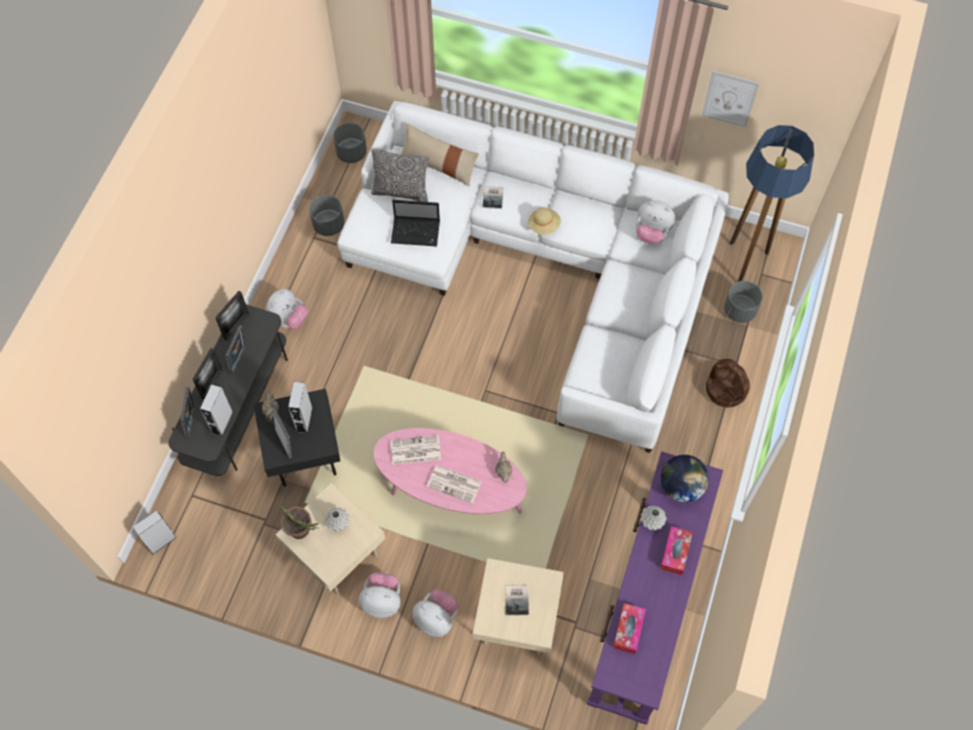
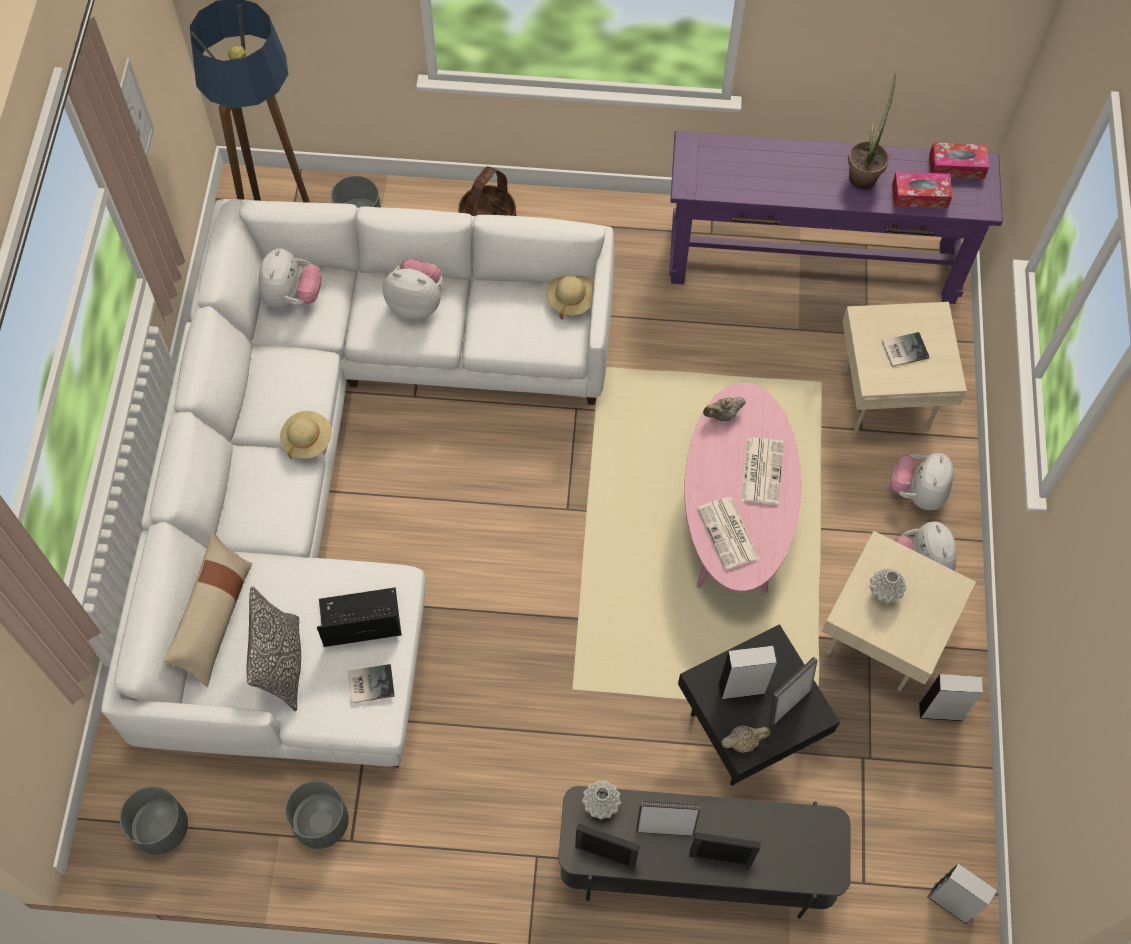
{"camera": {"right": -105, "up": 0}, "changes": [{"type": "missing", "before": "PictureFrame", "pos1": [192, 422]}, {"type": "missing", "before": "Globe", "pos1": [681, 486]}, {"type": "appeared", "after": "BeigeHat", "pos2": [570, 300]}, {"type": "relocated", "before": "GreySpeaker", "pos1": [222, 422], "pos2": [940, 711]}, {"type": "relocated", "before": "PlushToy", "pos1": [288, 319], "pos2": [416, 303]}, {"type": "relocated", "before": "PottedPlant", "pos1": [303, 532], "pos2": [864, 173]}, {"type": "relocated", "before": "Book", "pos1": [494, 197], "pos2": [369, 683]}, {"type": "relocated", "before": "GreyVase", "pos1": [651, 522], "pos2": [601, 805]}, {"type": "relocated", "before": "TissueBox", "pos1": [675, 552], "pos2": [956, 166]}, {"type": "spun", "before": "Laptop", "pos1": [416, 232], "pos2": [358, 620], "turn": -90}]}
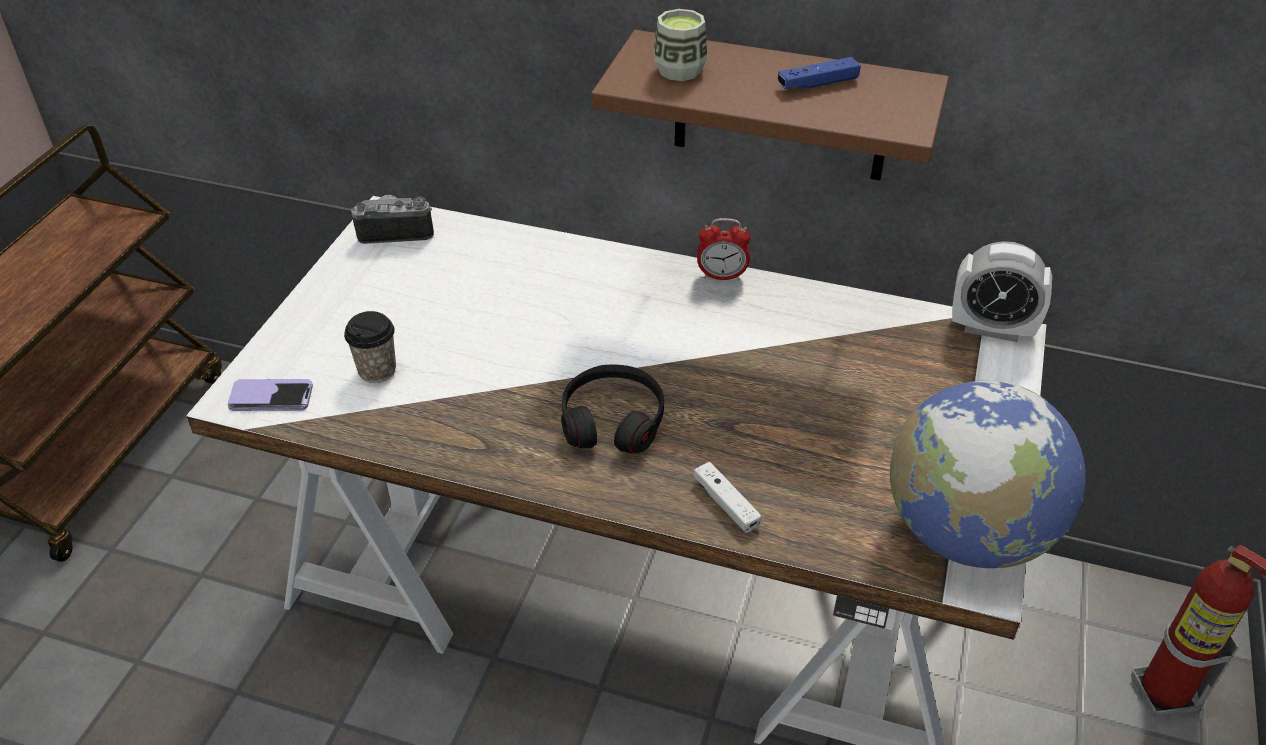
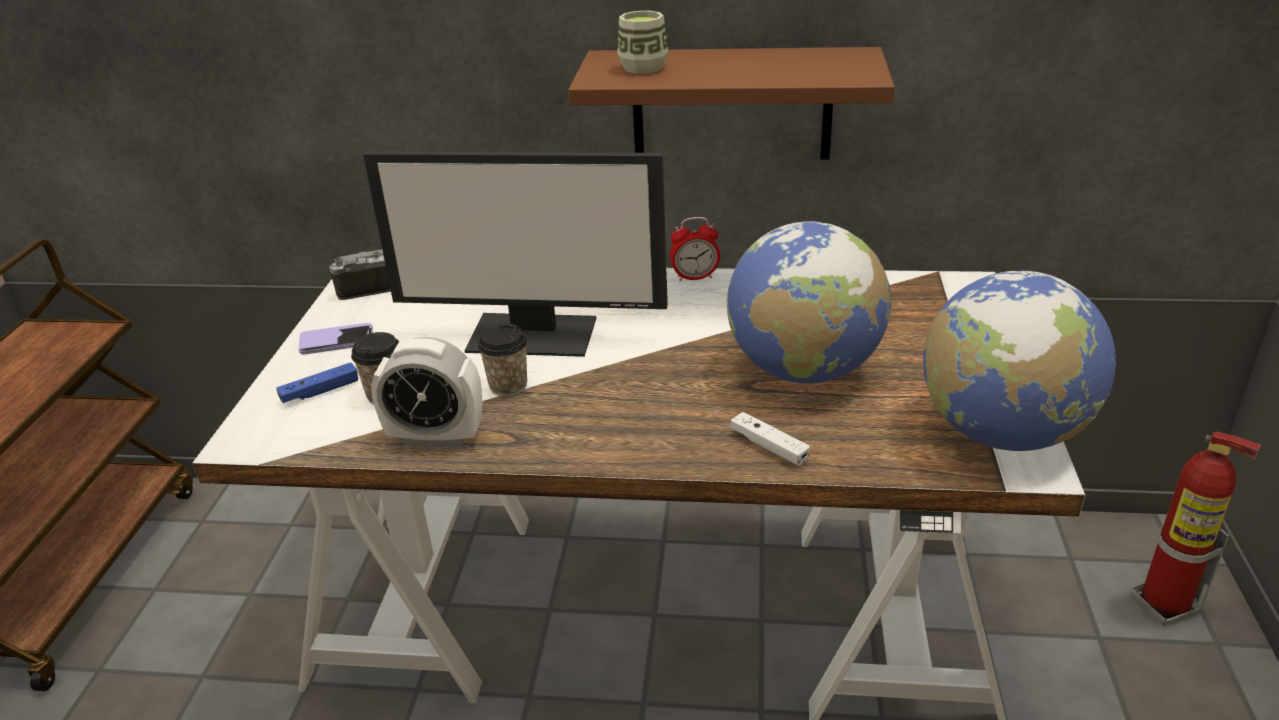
{"camera": {"right": -10, "up": -10}, "changes": [{"type": "missing", "before": "BlackHeadphones", "pos1": [612, 420]}, {"type": "appeared", "after": "Monitor", "pos2": [534, 333]}, {"type": "appeared", "after": "Cup", "pos2": [508, 386]}, {"type": "appeared", "after": "Globe", "pos2": [804, 370]}, {"type": "relocated", "before": "Phone", "pos1": [271, 397], "pos2": [336, 341]}, {"type": "relocated", "before": "BlueGameController", "pos1": [817, 84], "pos2": [320, 391]}, {"type": "relocated", "before": "AlarmClock", "pos1": [991, 328], "pos2": [436, 437]}]}
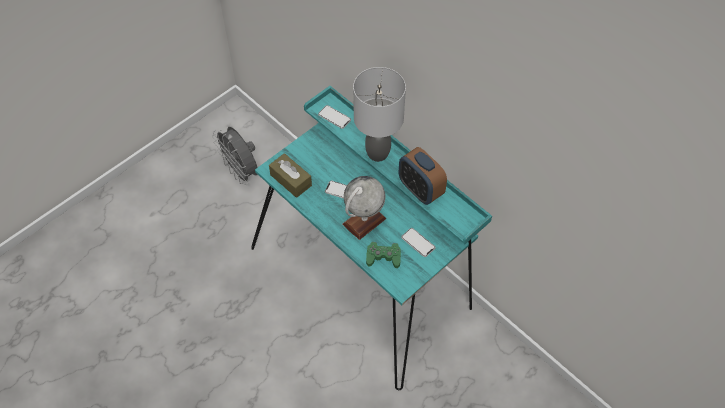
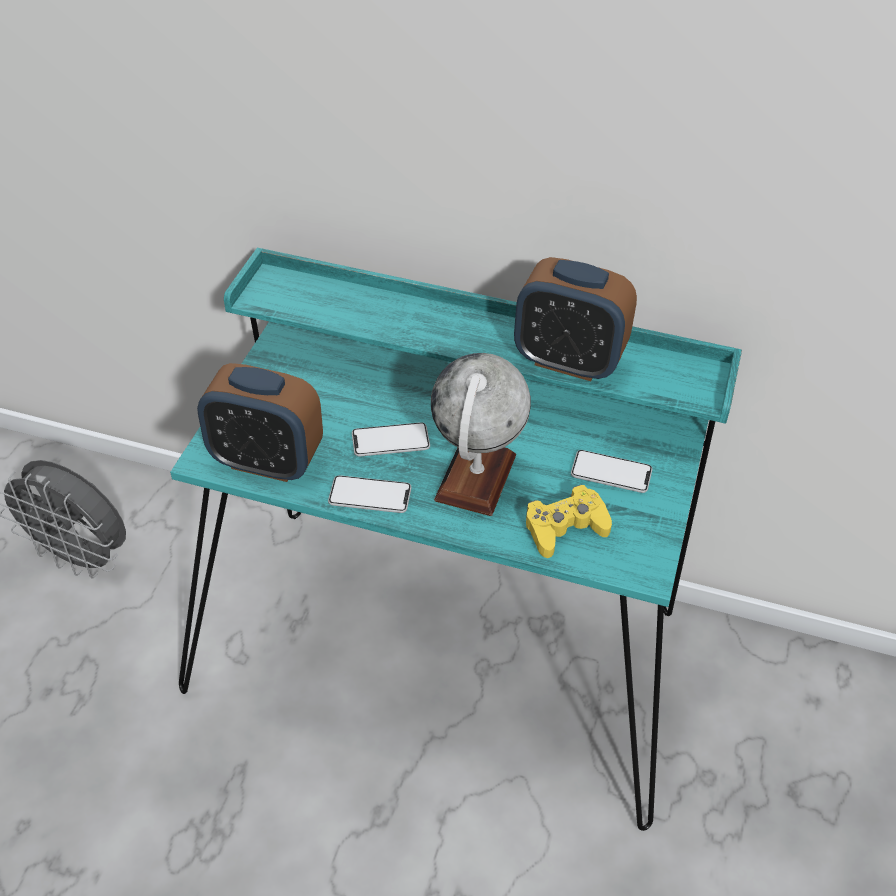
{"camera": {"right": -30, "up": -10}, "changes": [{"type": "missing", "before": "GreyTableLamp", "pos1": [377, 153]}, {"type": "relocated", "before": "Phone", "pos1": [334, 117], "pos2": [370, 495]}, {"type": "exchanged", "before": "BrownTissueBox", "after": "AlarmClock", "pos1": [291, 180], "pos2": [266, 461]}, {"type": "colour", "before": "GreenGameController", "after": "YellowGameController", "pos1": [383, 257], "pos2": [565, 527]}]}
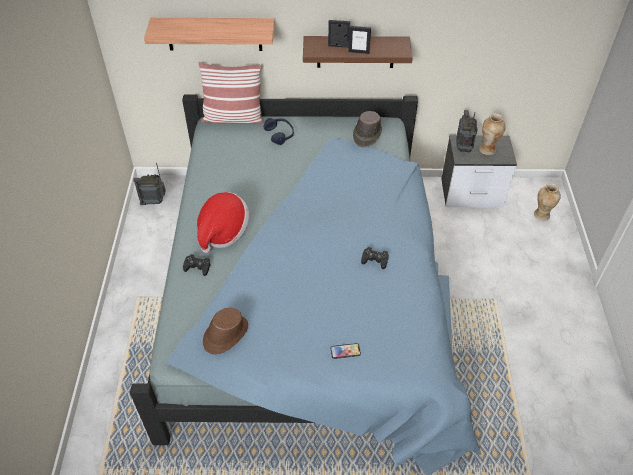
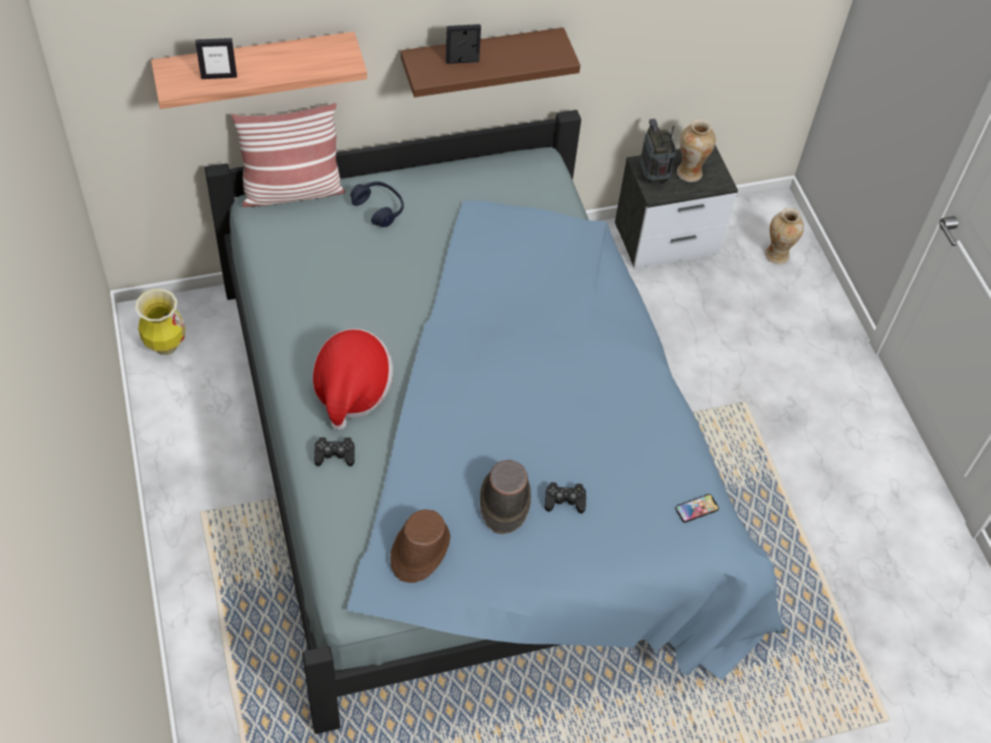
{"camera": {"right": -20, "up": 5}, "changes": [{"type": "relocated", "before": "Phone", "pos1": [345, 351], "pos2": [696, 508]}, {"type": "relocated", "before": "PictureFrame", "pos1": [358, 52], "pos2": [219, 76]}, {"type": "relocated", "before": "BrownHat", "pos1": [366, 135], "pos2": [504, 502]}, {"type": "relocated", "before": "BlackGameController", "pos1": [375, 260], "pos2": [564, 500]}, {"type": "exchanged", "before": "Radio", "after": "Vase", "pos1": [154, 202], "pos2": [165, 345]}]}
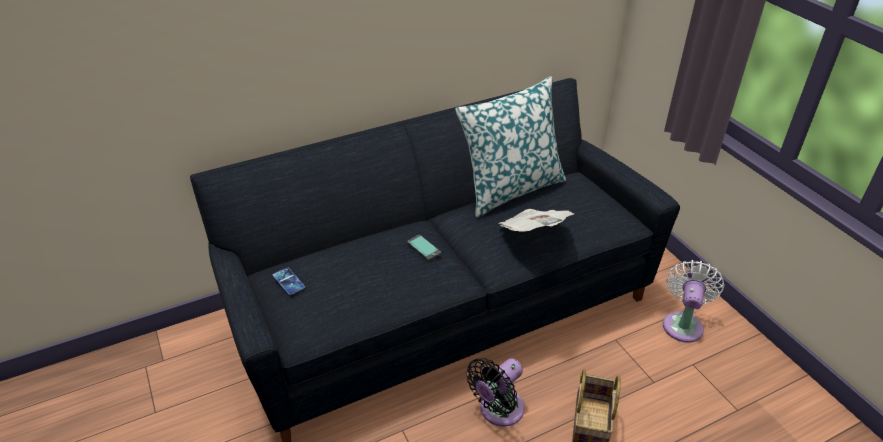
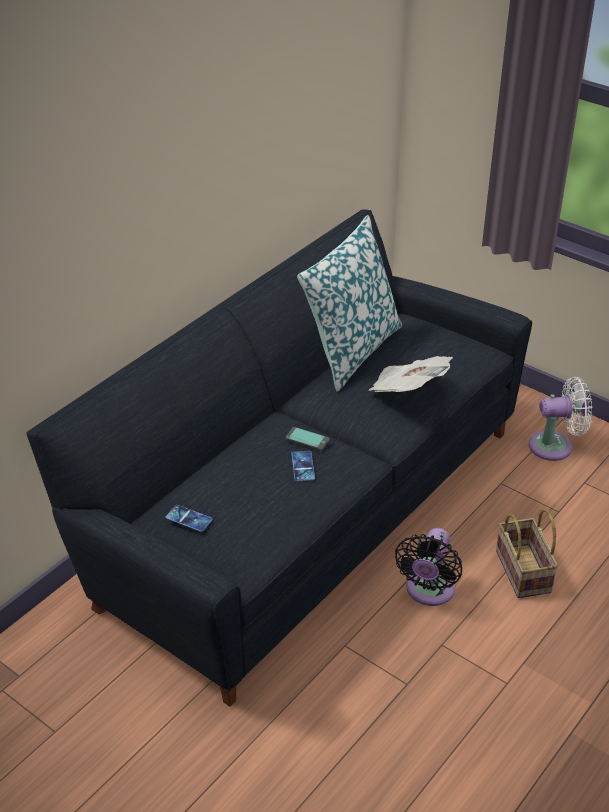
{"camera": {"right": -25, "up": 0}, "changes": [{"type": "appeared", "after": "Phone", "pos2": [303, 466]}, {"type": "spun", "before": "WhiteFan", "pos1": [683, 324], "pos2": [555, 446], "turn": 90}]}
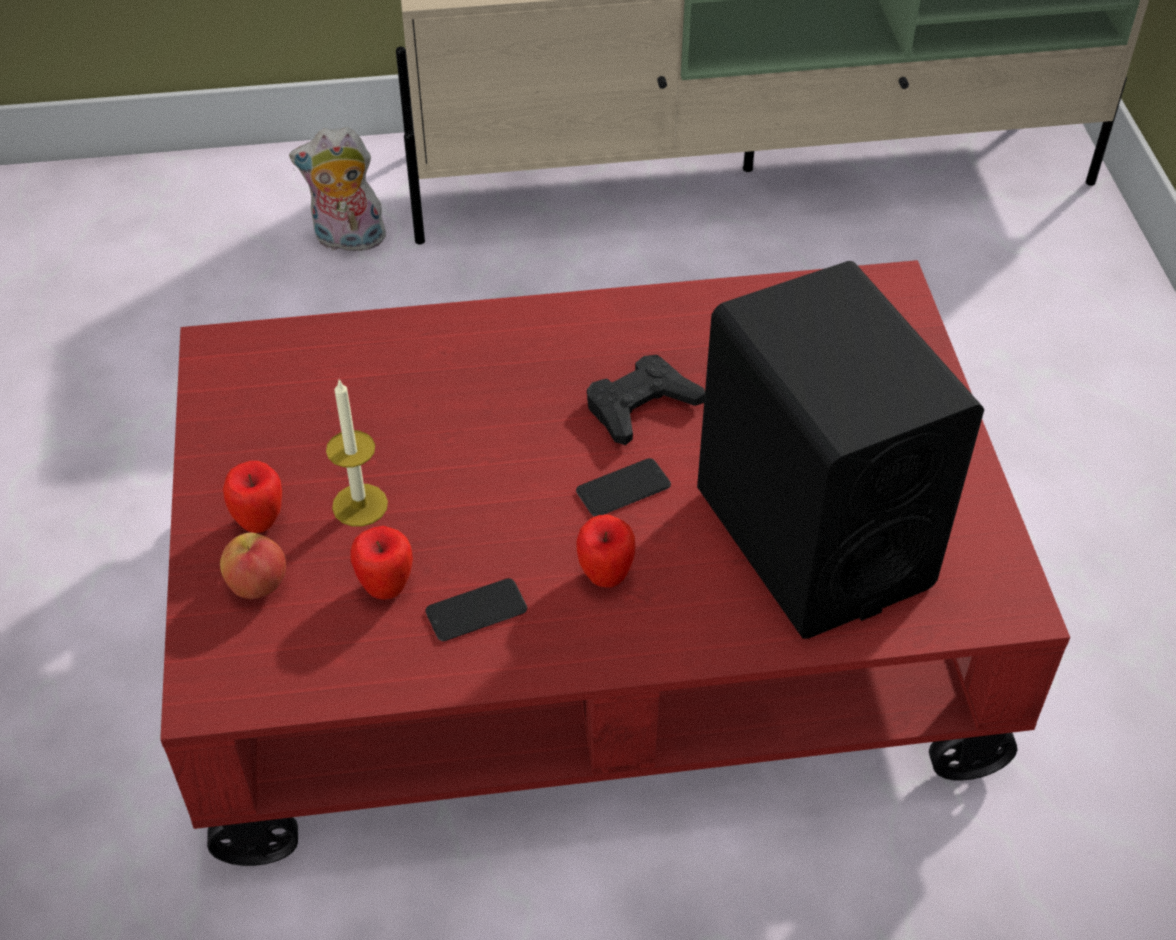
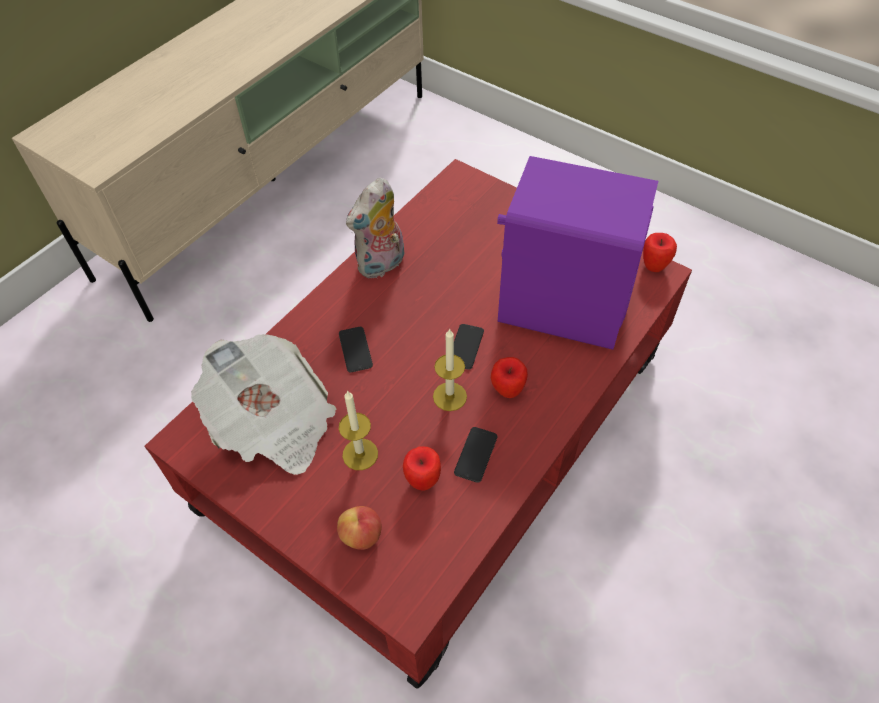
{"camera": {"right": -45, "up": 5}, "changes": [{"type": "missing", "before": "BlackGameController", "pos1": [641, 406]}, {"type": "appeared", "after": "Newspaper", "pos2": [273, 423]}, {"type": "appeared", "after": "Phone", "pos2": [355, 350]}, {"type": "appeared", "after": "Candle", "pos2": [449, 396]}, {"type": "relocated", "before": "Apple", "pos1": [260, 522], "pos2": [654, 266]}, {"type": "relocated", "before": "PlushToy", "pos1": [347, 241], "pos2": [382, 265]}, {"type": "colour", "before": "BlackSpeaker", "after": "PurpleSpeaker", "pos1": [812, 537], "pos2": [562, 305]}]}
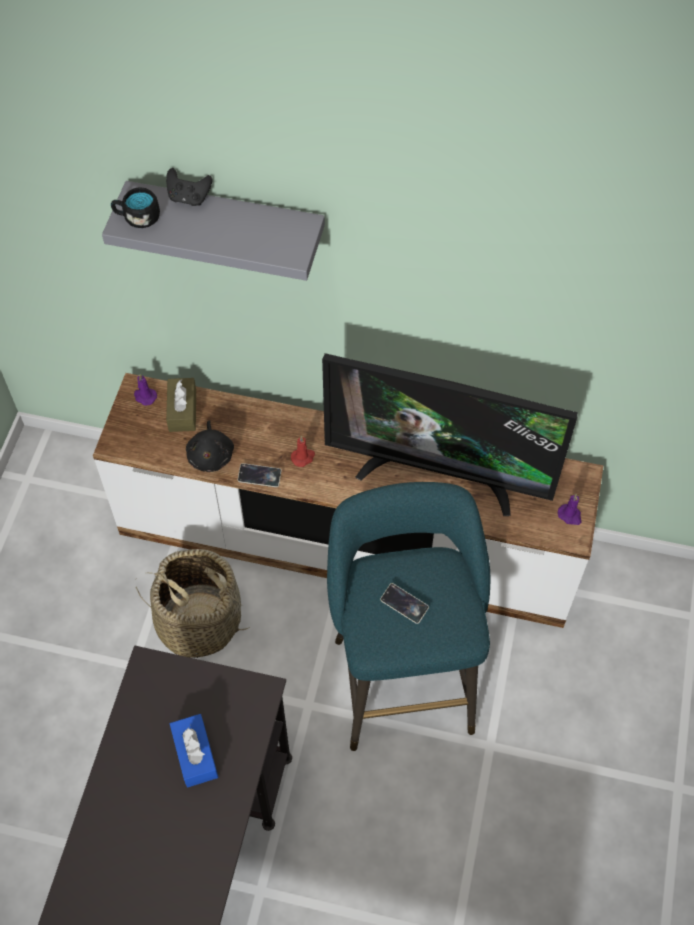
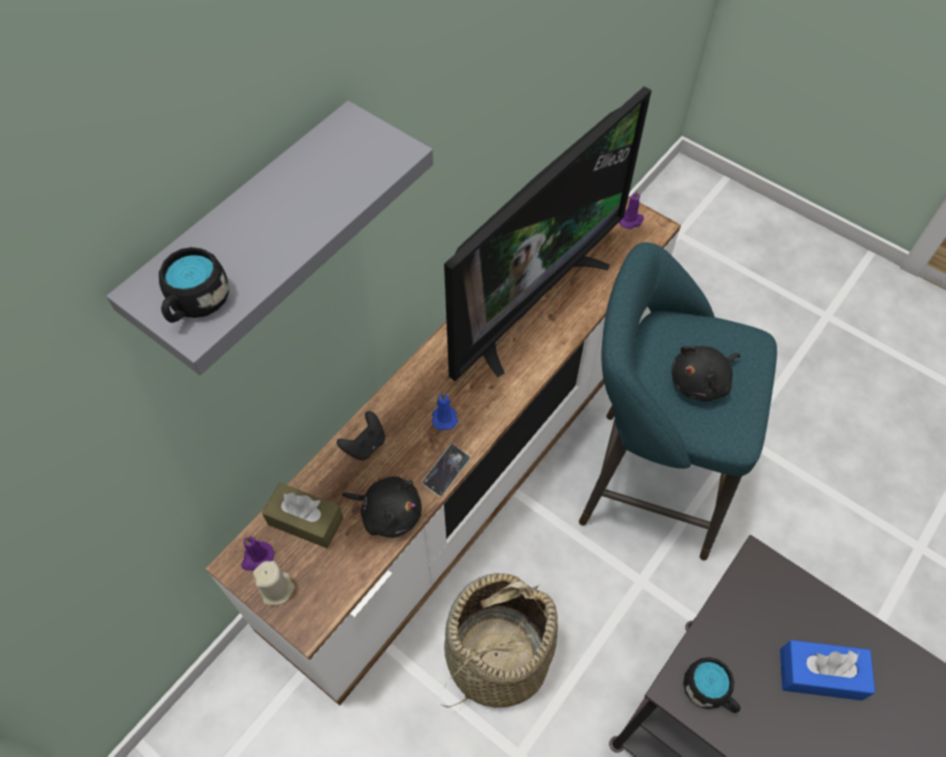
{"camera": {"right": -65, "up": 0}, "changes": [{"type": "appeared", "after": "BeigeCandle", "pos2": [277, 589]}, {"type": "appeared", "after": "BlackMug", "pos2": [709, 692]}, {"type": "relocated", "before": "BlackGameController", "pos1": [189, 198], "pos2": [365, 445]}, {"type": "exchanged", "before": "Phone", "after": "BlackPlushToy", "pos1": [404, 604], "pos2": [701, 381]}, {"type": "colour", "before": "RedCandle", "after": "BlueCandle", "pos1": [303, 457], "pos2": [444, 417]}]}
